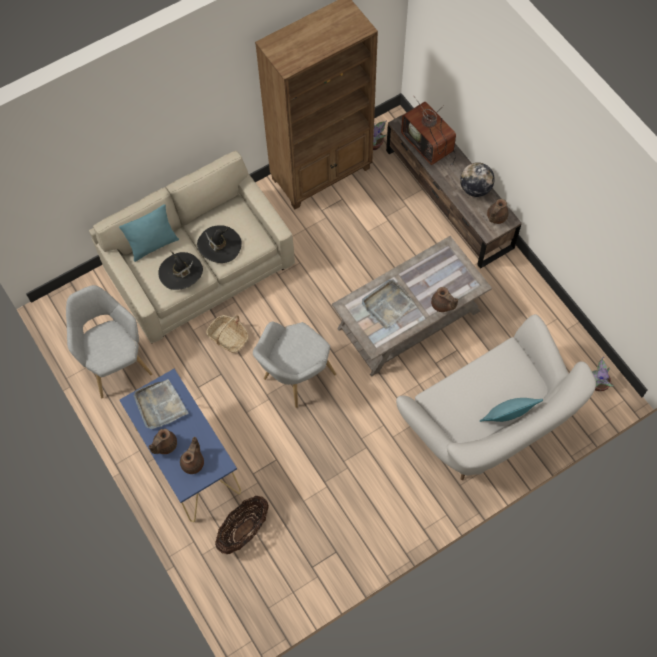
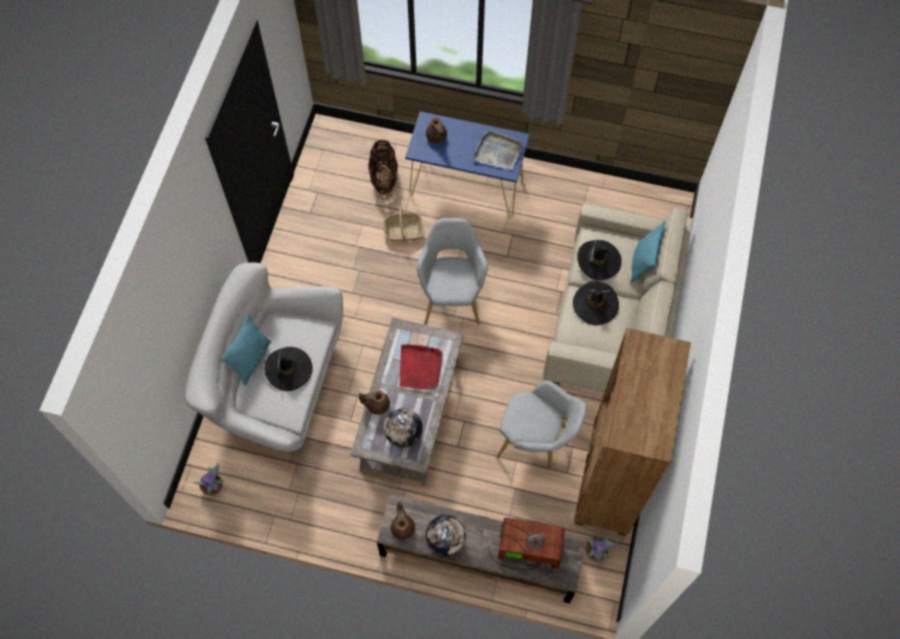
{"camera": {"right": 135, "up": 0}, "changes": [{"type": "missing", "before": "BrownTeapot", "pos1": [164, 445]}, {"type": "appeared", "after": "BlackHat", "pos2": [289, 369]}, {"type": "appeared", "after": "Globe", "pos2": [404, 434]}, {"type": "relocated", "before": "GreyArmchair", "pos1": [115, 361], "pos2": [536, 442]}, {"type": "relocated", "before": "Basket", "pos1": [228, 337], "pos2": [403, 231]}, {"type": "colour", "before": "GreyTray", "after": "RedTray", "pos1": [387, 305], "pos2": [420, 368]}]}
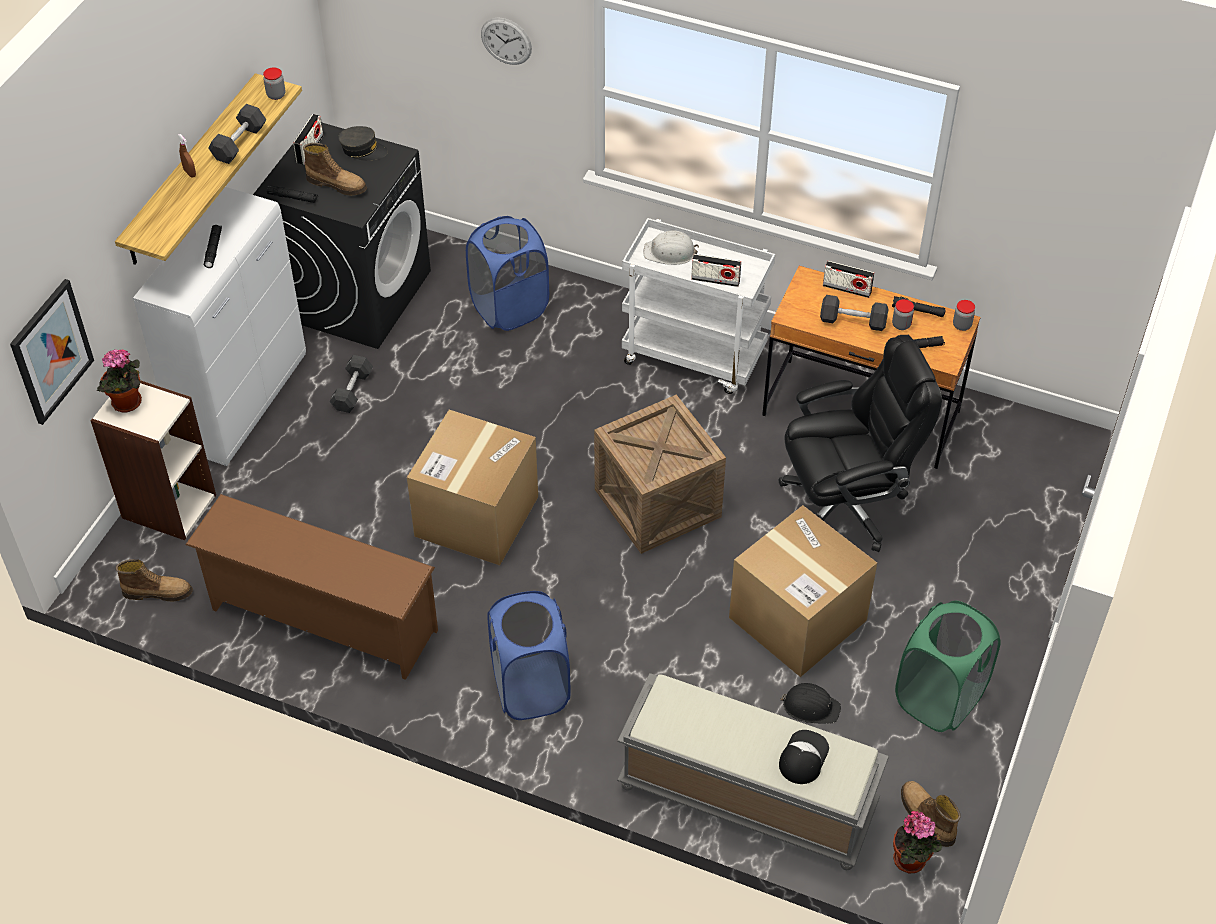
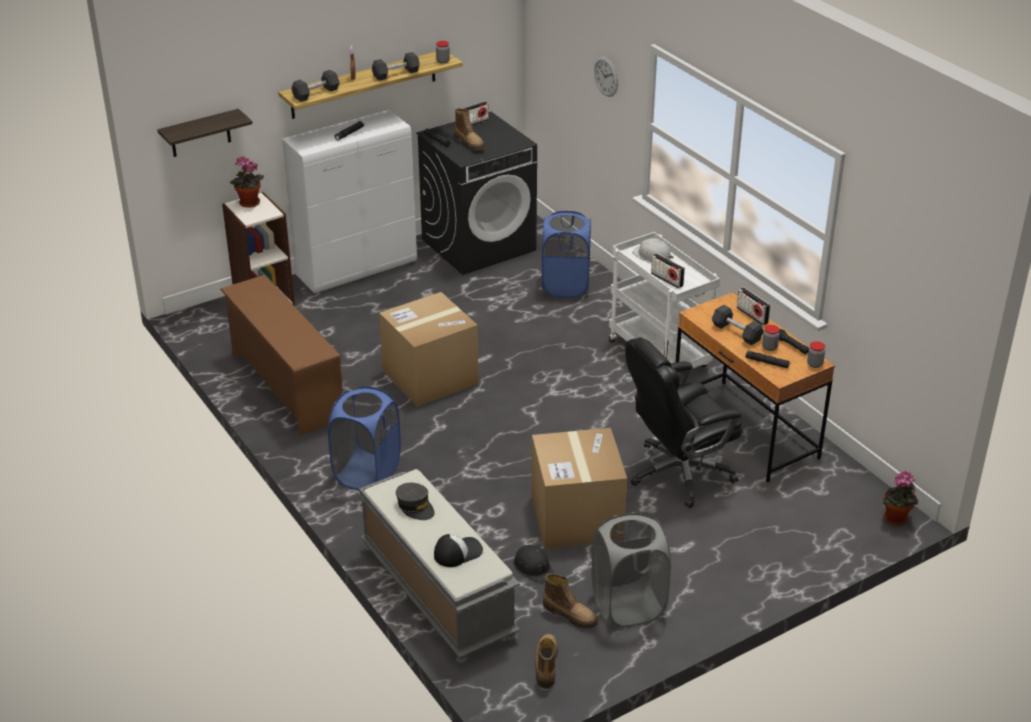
{"camera": {"right": 35, "up": -15}, "changes": [{"type": "missing", "before": "Crate", "pos1": [657, 503]}, {"type": "relocated", "before": "Boot", "pos1": [158, 592], "pos2": [570, 615]}, {"type": "relocated", "before": "BlackDumbbell", "pos1": [352, 391], "pos2": [316, 93]}, {"type": "relocated", "before": "GreyCap", "pos1": [363, 150], "pos2": [415, 507]}, {"type": "relocated", "before": "PottedPlant", "pos1": [912, 861], "pos2": [896, 520]}, {"type": "exchanged", "before": "Picture", "after": "Shelf", "pos1": [51, 351], "pos2": [200, 133]}, {"type": "colour", "before": "GreenLaundryBasket", "after": "GreyLaundryBasket", "pos1": [939, 698], "pos2": [628, 606]}, {"type": "spun", "before": "BlackOfficeChair", "pos1": [845, 504], "pos2": [678, 473], "turn": 135}]}
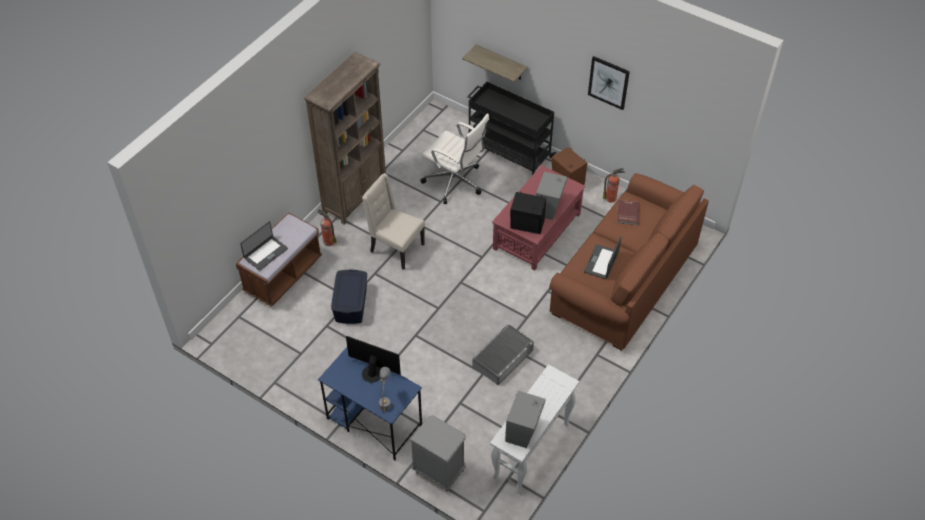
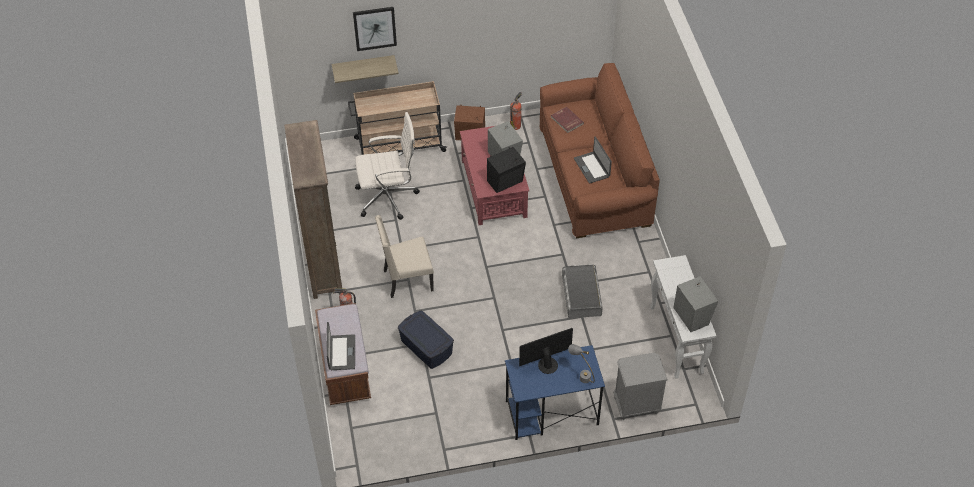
{"camera": {"right": -45, "up": 0}, "changes": [{"type": "relocated", "before": "Picture", "pos1": [608, 82], "pos2": [374, 28]}, {"type": "colour", "before": "BlackCart", "after": "BeigeCart", "pos1": [508, 151], "pos2": [398, 145]}]}
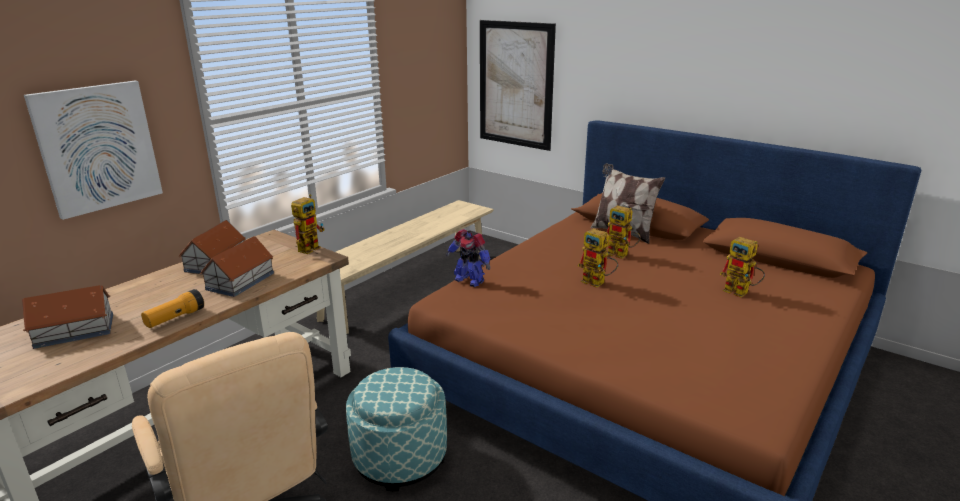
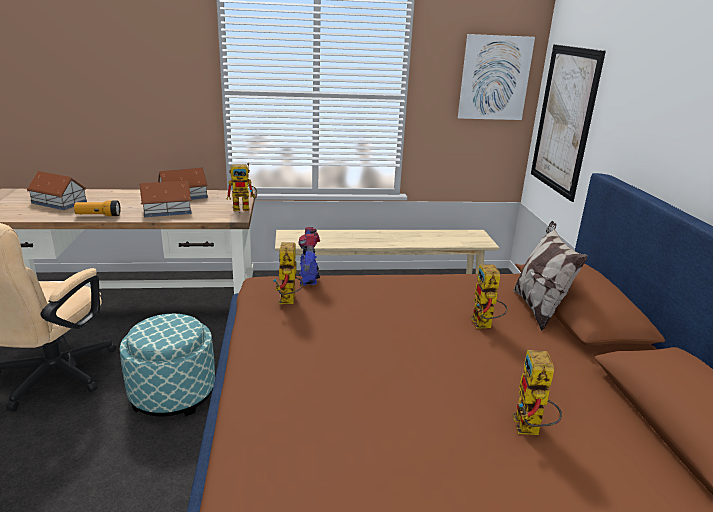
{"camera": {"right": 45, "up": 0}, "changes": [{"type": "relocated", "before": "Picture", "pos1": [98, 148], "pos2": [494, 78]}, {"type": "relocated", "before": "ToyRobot", "pos1": [598, 283], "pos2": [289, 302]}]}
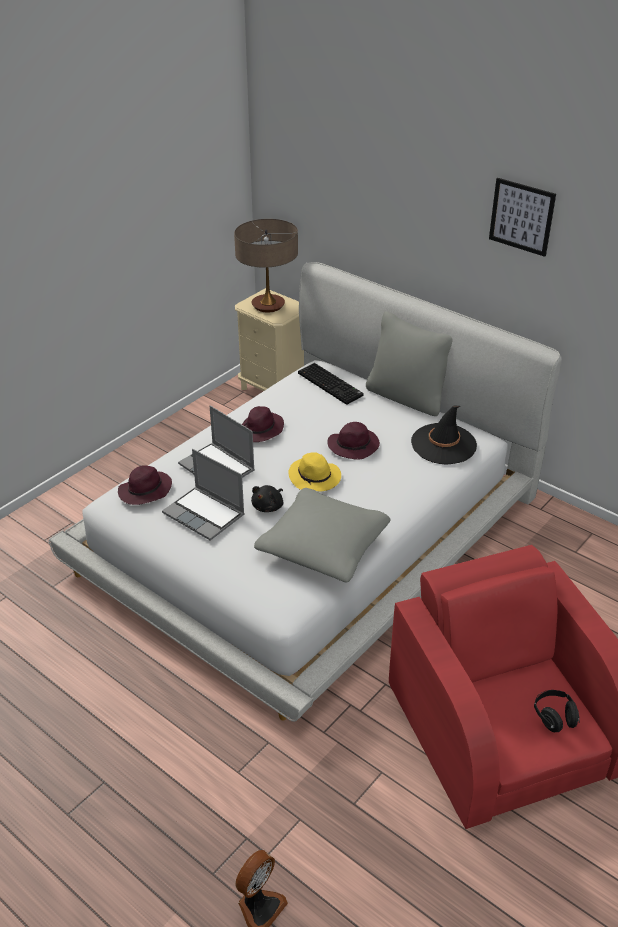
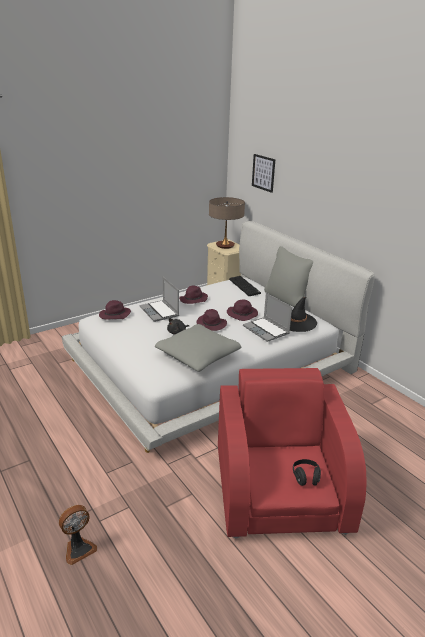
{"camera": {"right": 15, "up": -10}, "changes": [{"type": "relocated", "before": "Laptop", "pos1": [205, 514], "pos2": [266, 330]}, {"type": "relocated", "before": "Picture", "pos1": [521, 216], "pos2": [263, 173]}, {"type": "colour", "before": "YellowHat", "after": "PurpleHat", "pos1": [315, 478], "pos2": [211, 324]}]}
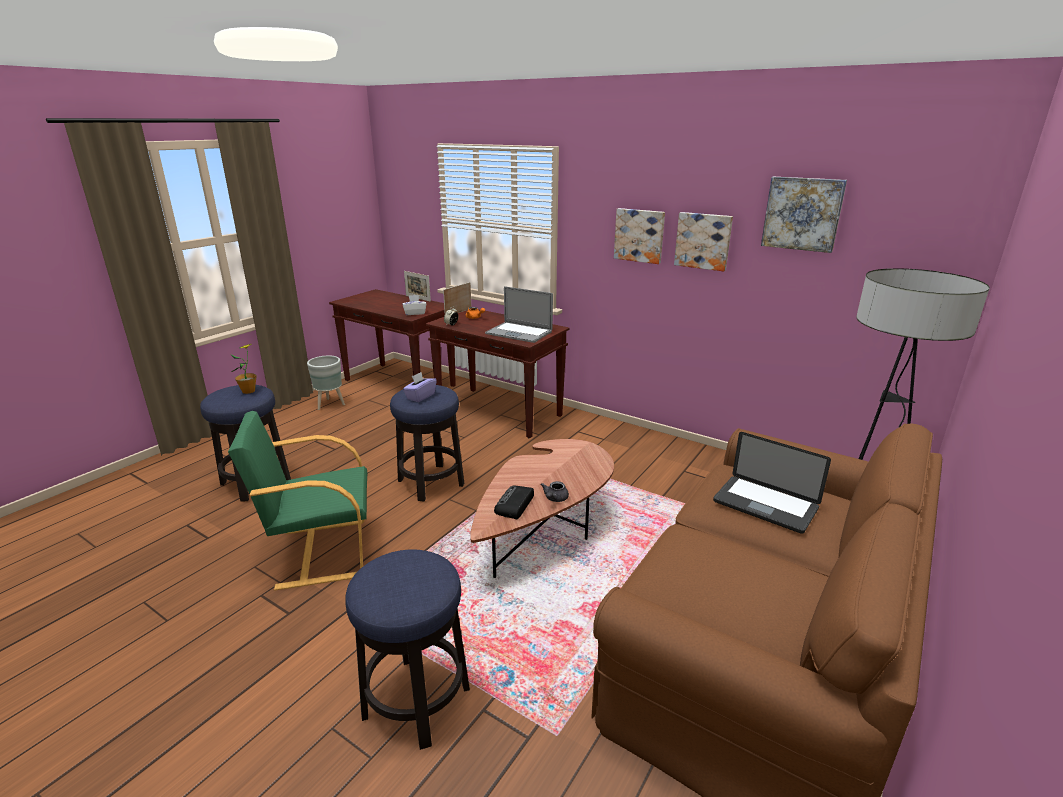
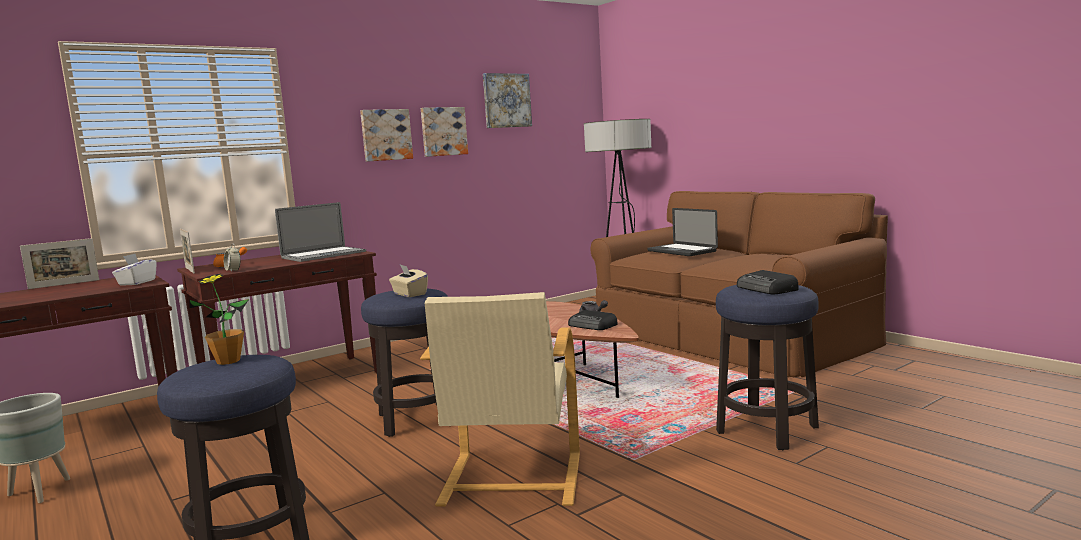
{"camera": {"right": -70, "up": -15}, "changes": [{"type": "appeared", "after": "Radio", "pos2": [767, 289]}, {"type": "colour", "before": "GreenArmchair", "after": "BeigeArmchair", "pos1": [320, 552], "pos2": [510, 480]}, {"type": "colour", "before": "PurpleTissueBox", "after": "BeigeTissueBox", "pos1": [420, 396], "pos2": [409, 294]}, {"type": "spun", "before": "Laptop", "pos1": [765, 505], "pos2": [681, 251], "turn": 90}]}
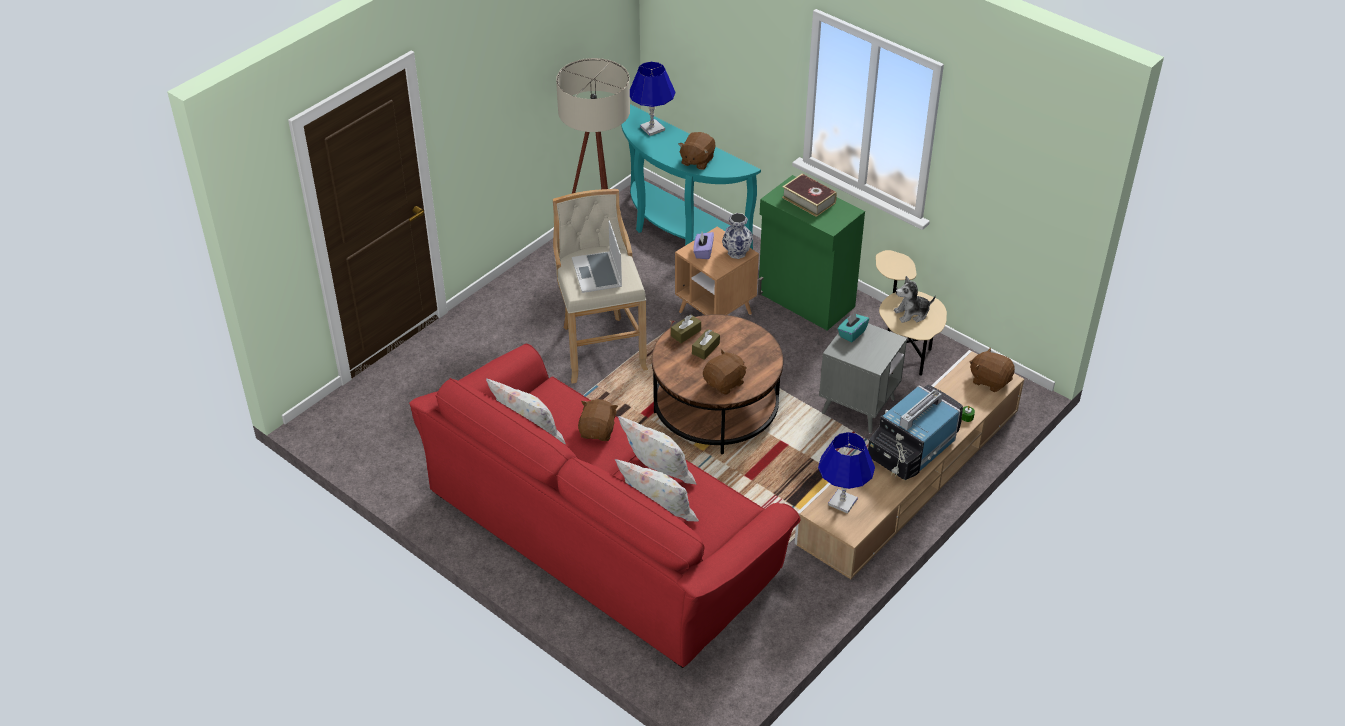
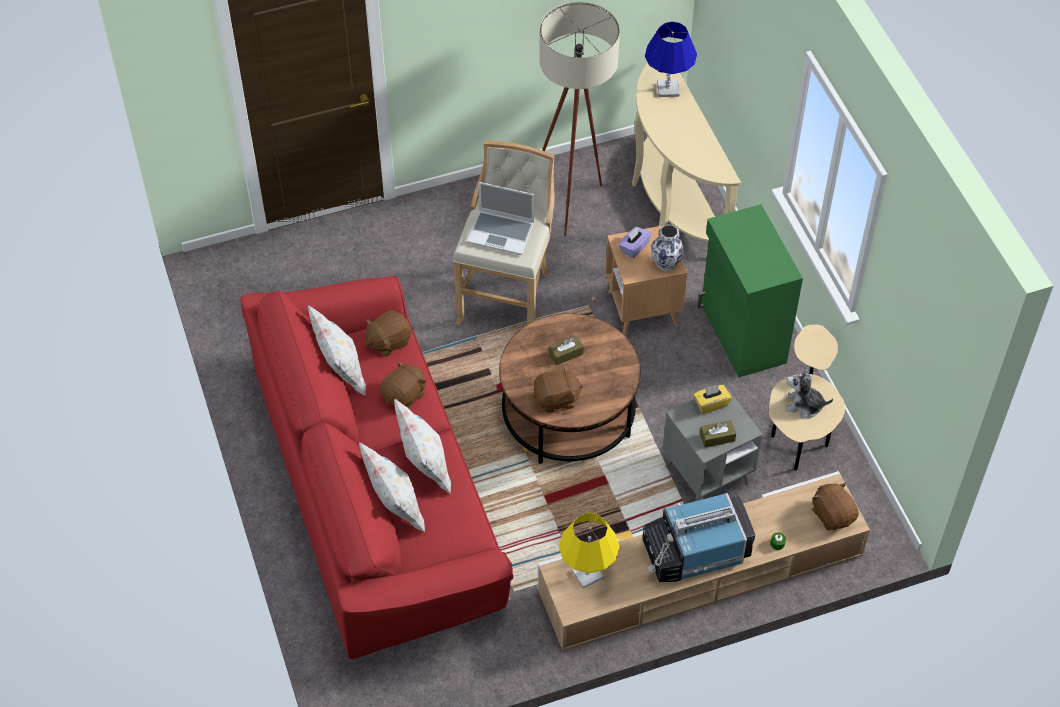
{"camera": {"right": 30, "up": 10}, "changes": [{"type": "missing", "before": "Book", "pos1": [808, 200]}, {"type": "relocated", "before": "BrownTissueBox", "pos1": [686, 333], "pos2": [717, 437]}, {"type": "relocated", "before": "BrownPlushToy", "pos1": [697, 161], "pos2": [388, 341]}, {"type": "colour", "before": "TurquoiseConsoleTable", "after": "BeigeConsoleTable", "pos1": [678, 232], "pos2": [671, 202]}, {"type": "colour", "before": "BlueTableLamp", "after": "YellowTableLamp", "pos1": [842, 502], "pos2": [587, 574]}, {"type": "colour", "before": "TurquoiseTissueBox", "after": "YellowTissueBox", "pos1": [852, 333], "pos2": [711, 404]}, {"type": "spun", "before": "Laptop", "pos1": [598, 274], "pos2": [502, 233], "turn": -90}]}
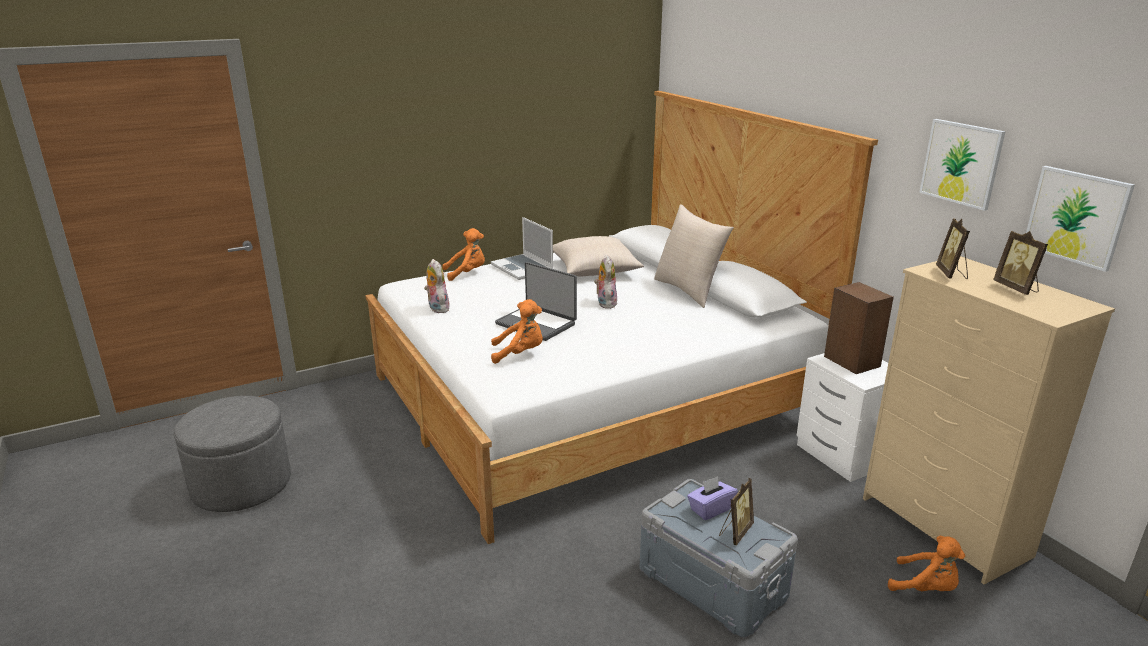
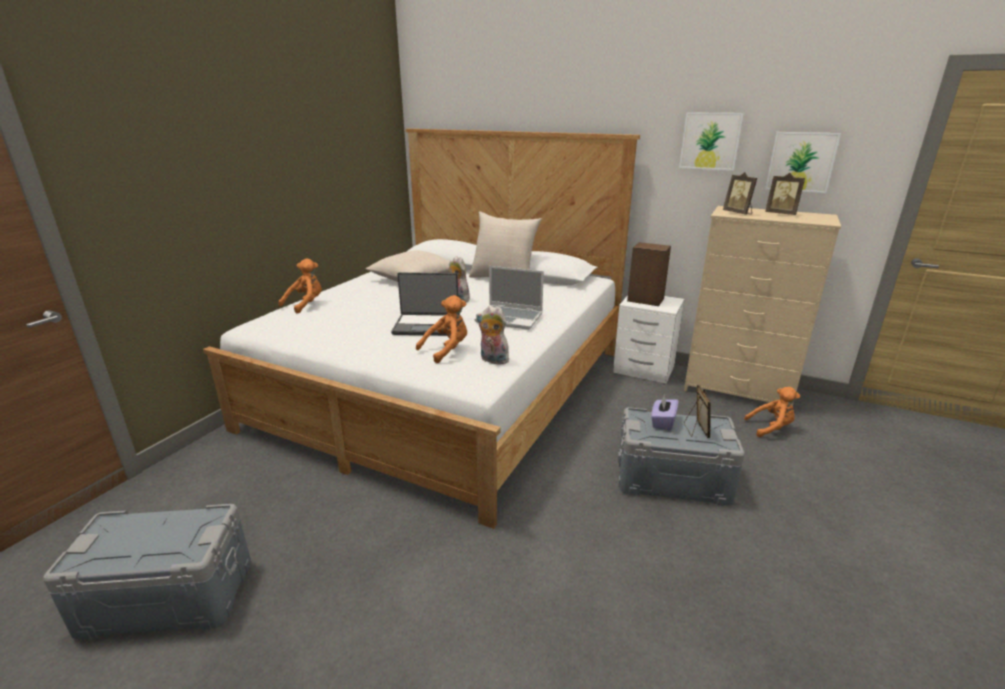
{"camera": {"right": -35, "up": 0}, "changes": [{"type": "relocated", "before": "PlushToy", "pos1": [437, 308], "pos2": [492, 360]}, {"type": "relocated", "before": "Laptop", "pos1": [523, 268], "pos2": [510, 318]}, {"type": "exchanged", "before": "GreyOttoman", "after": "GreyStorageBox", "pos1": [241, 484], "pos2": [169, 596]}]}
